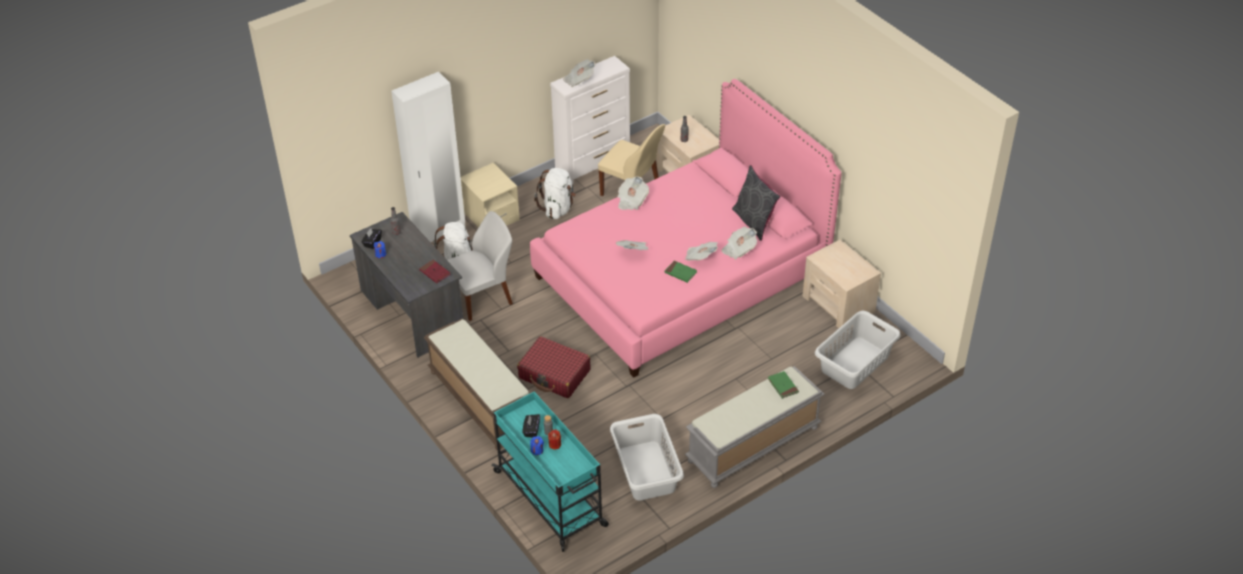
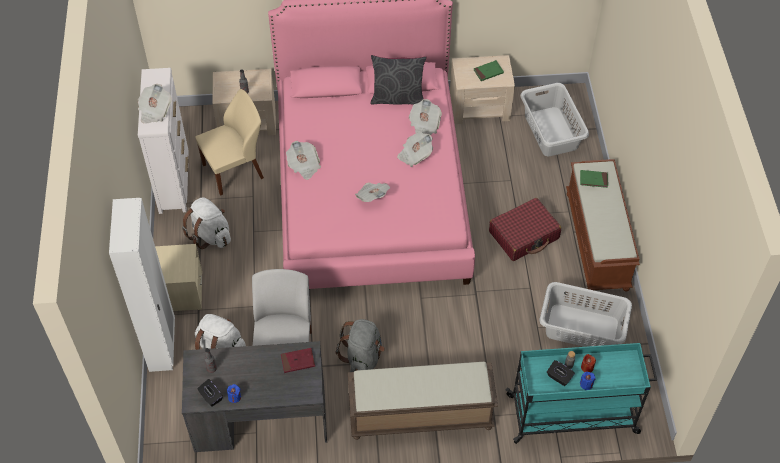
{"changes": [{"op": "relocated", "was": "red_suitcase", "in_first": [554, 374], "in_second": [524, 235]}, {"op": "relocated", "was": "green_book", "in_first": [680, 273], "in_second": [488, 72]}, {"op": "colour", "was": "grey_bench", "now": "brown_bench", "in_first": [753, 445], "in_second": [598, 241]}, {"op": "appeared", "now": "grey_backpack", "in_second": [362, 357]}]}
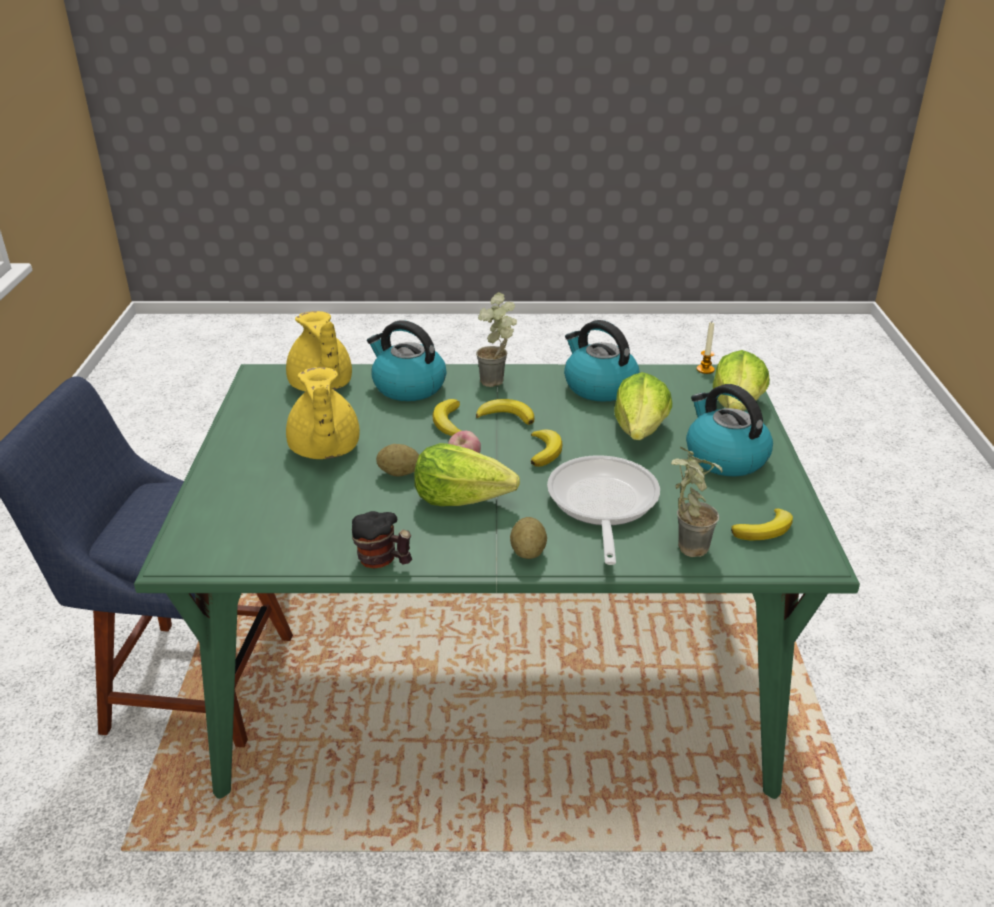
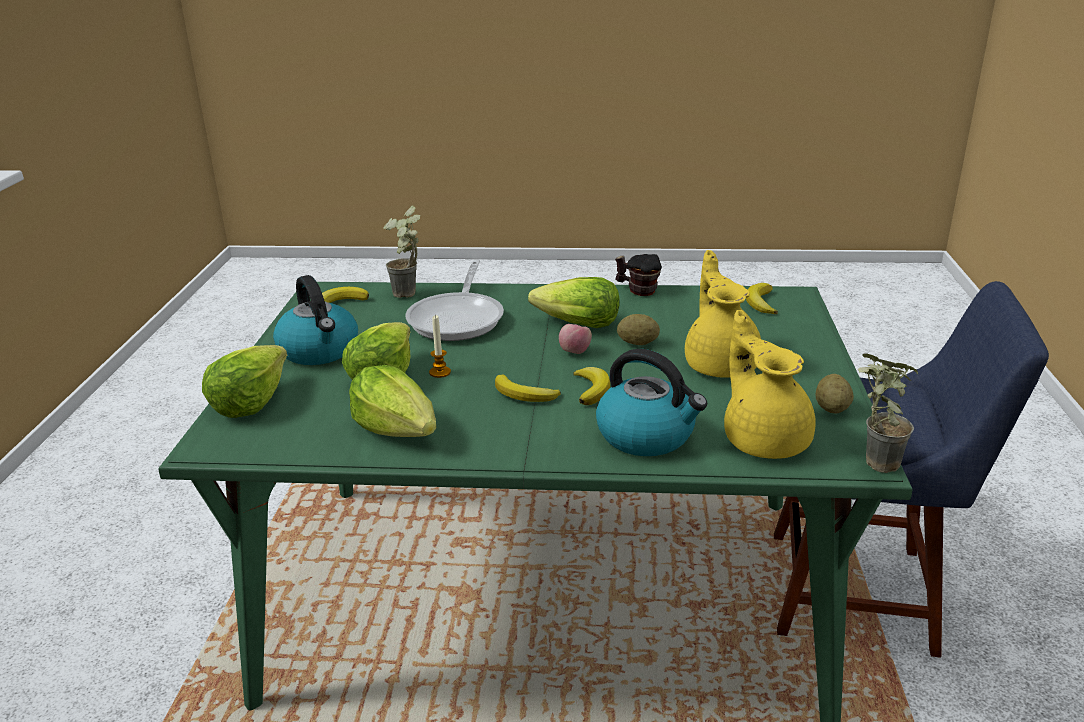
{"changes": [{"op": "relocated", "was": "potted_plant", "in_first": [498, 383], "in_second": [871, 461]}, {"op": "relocated", "was": "potato", "in_first": [528, 552], "in_second": [832, 409]}, {"op": "relocated", "was": "banana", "in_first": [545, 451], "in_second": [760, 302]}, {"op": "exchanged", "was": "kettle", "now": "lettuce", "in_first": [598, 387], "in_second": [398, 430]}, {"op": "relocated", "was": "candle", "in_first": [705, 369], "in_second": [440, 372]}]}
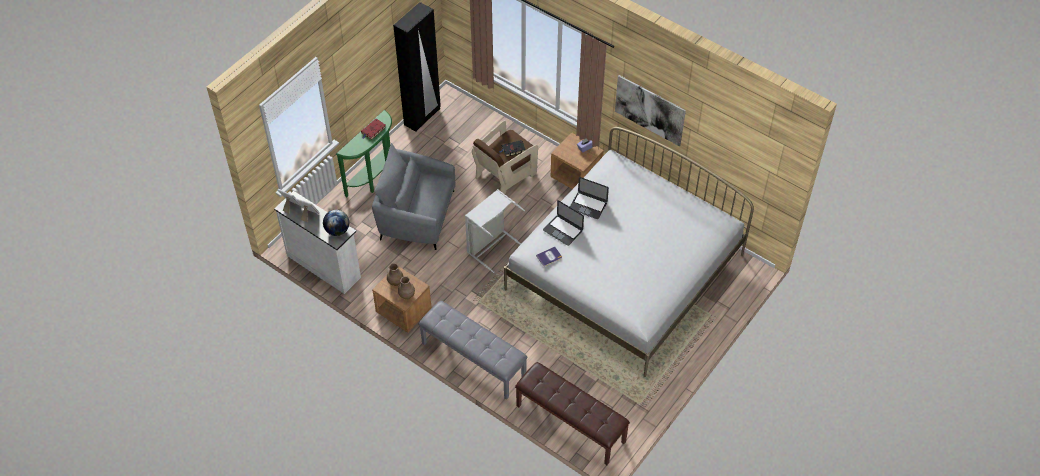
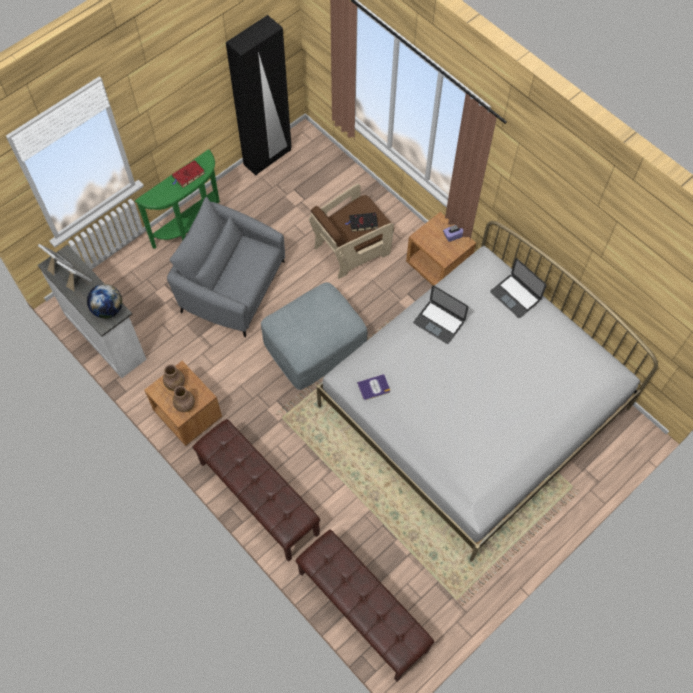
{"changes": [{"op": "colour", "was": "grey_bench", "now": "brown_bench", "in_first": [473, 360], "in_second": [258, 498]}, {"op": "exchanged", "was": "grey_laundry_basket", "now": "grey_ottoman", "in_first": [491, 246], "in_second": [314, 344]}, {"op": "relocated", "was": "laptop", "in_first": [563, 230], "in_second": [515, 296]}, {"op": "missing", "was": "picture", "in_first": [649, 110]}]}
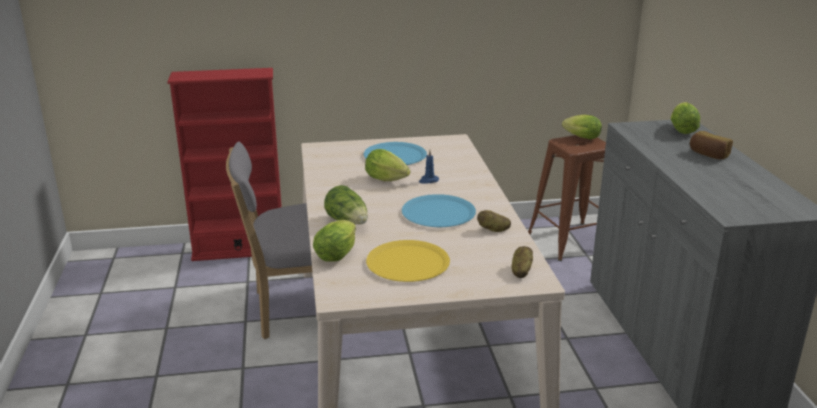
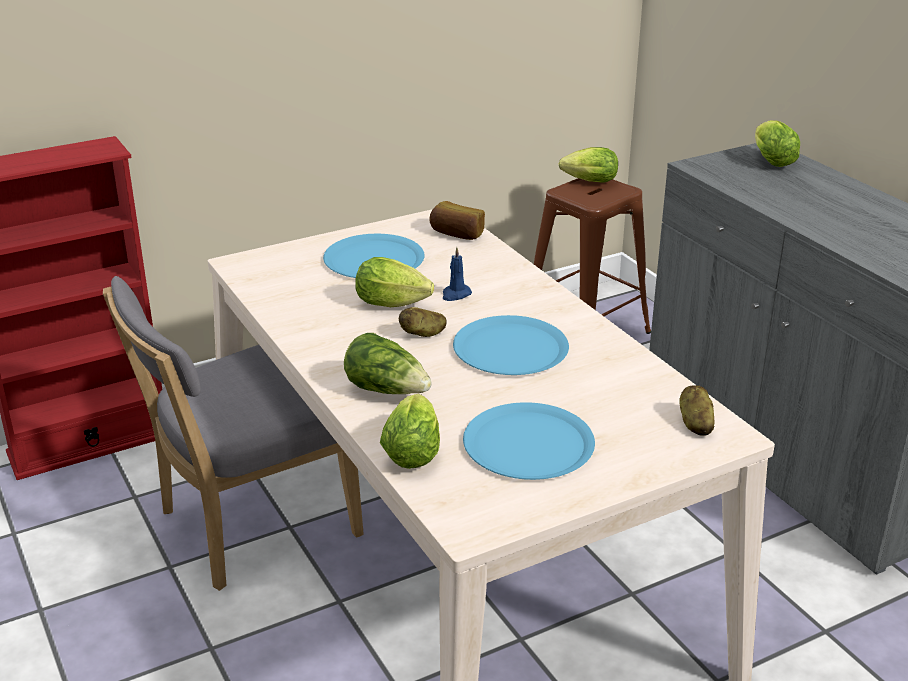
{"changes": [{"op": "colour", "was": "yellow_plate", "now": "blue_plate", "in_first": [408, 263], "in_second": [528, 444]}, {"op": "relocated", "was": "potato", "in_first": [493, 230], "in_second": [423, 334]}, {"op": "relocated", "was": "bread", "in_first": [708, 154], "in_second": [456, 234]}]}
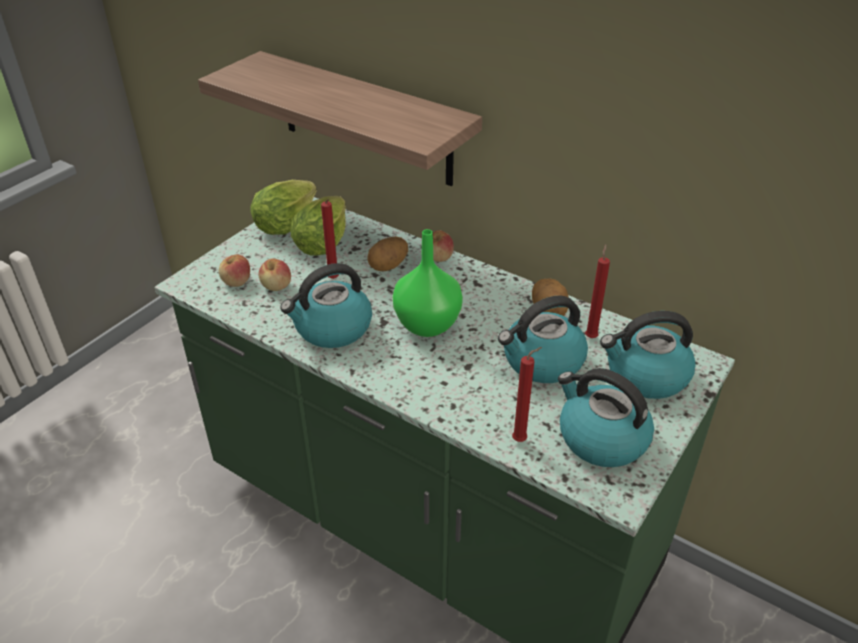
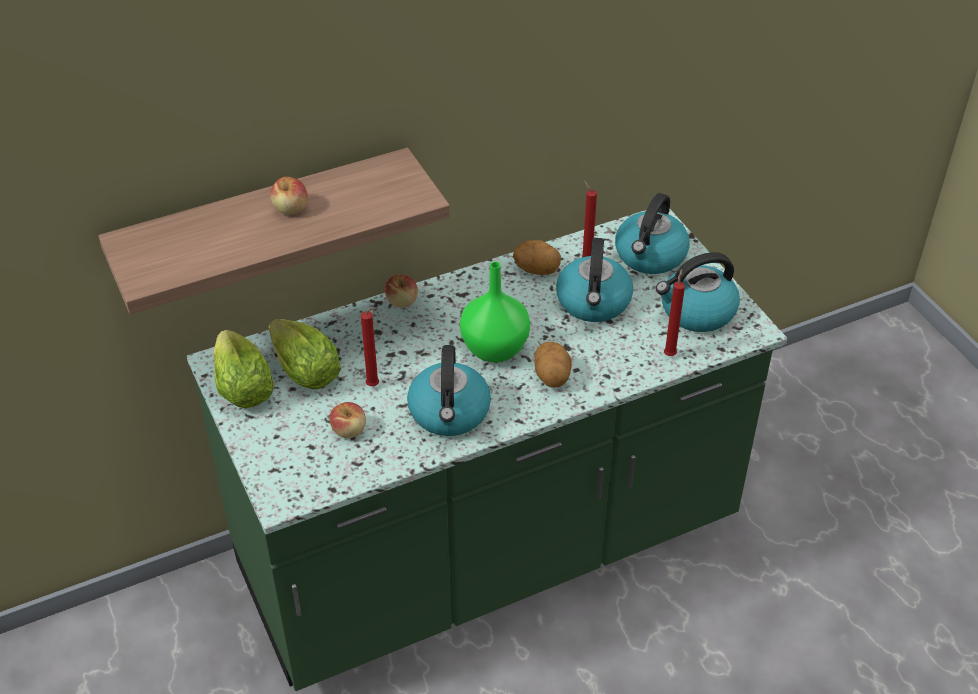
{"changes": [{"op": "relocated", "was": "apple", "in_first": [236, 281], "in_second": [291, 208]}, {"op": "relocated", "was": "potato", "in_first": [389, 266], "in_second": [552, 377]}]}
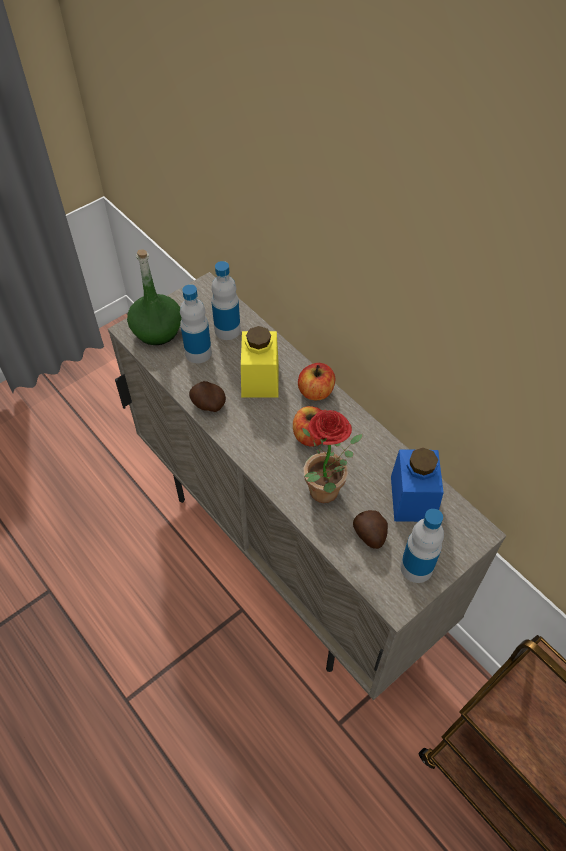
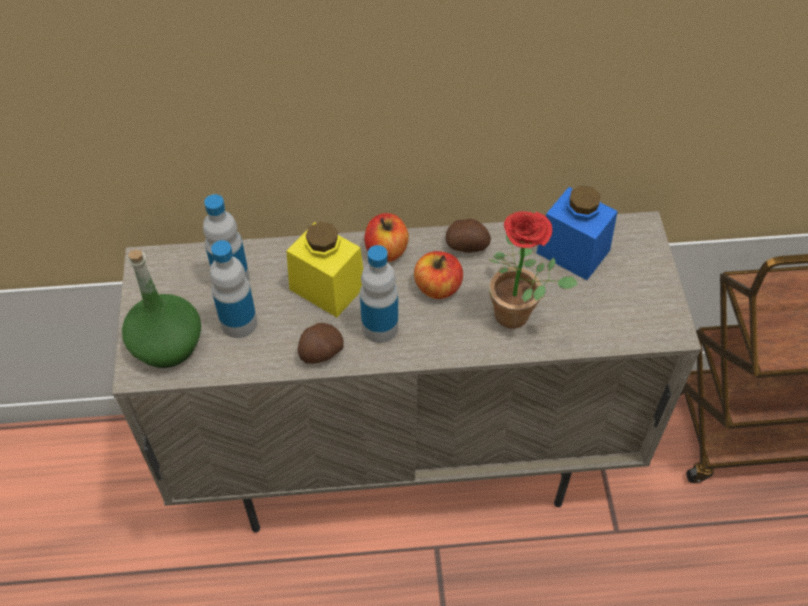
{"changes": [{"op": "relocated", "was": "potato", "in_first": [370, 535], "in_second": [467, 246]}, {"op": "relocated", "was": "bottle", "in_first": [416, 567], "in_second": [380, 327]}]}
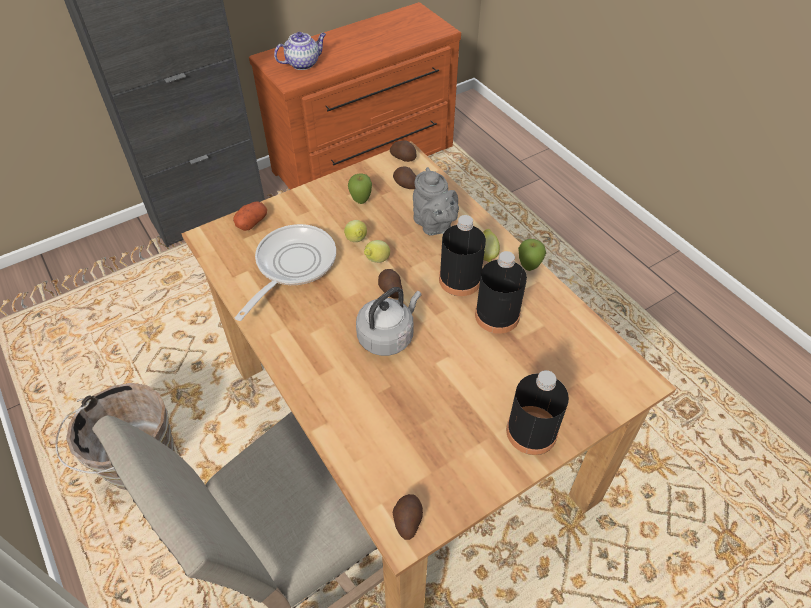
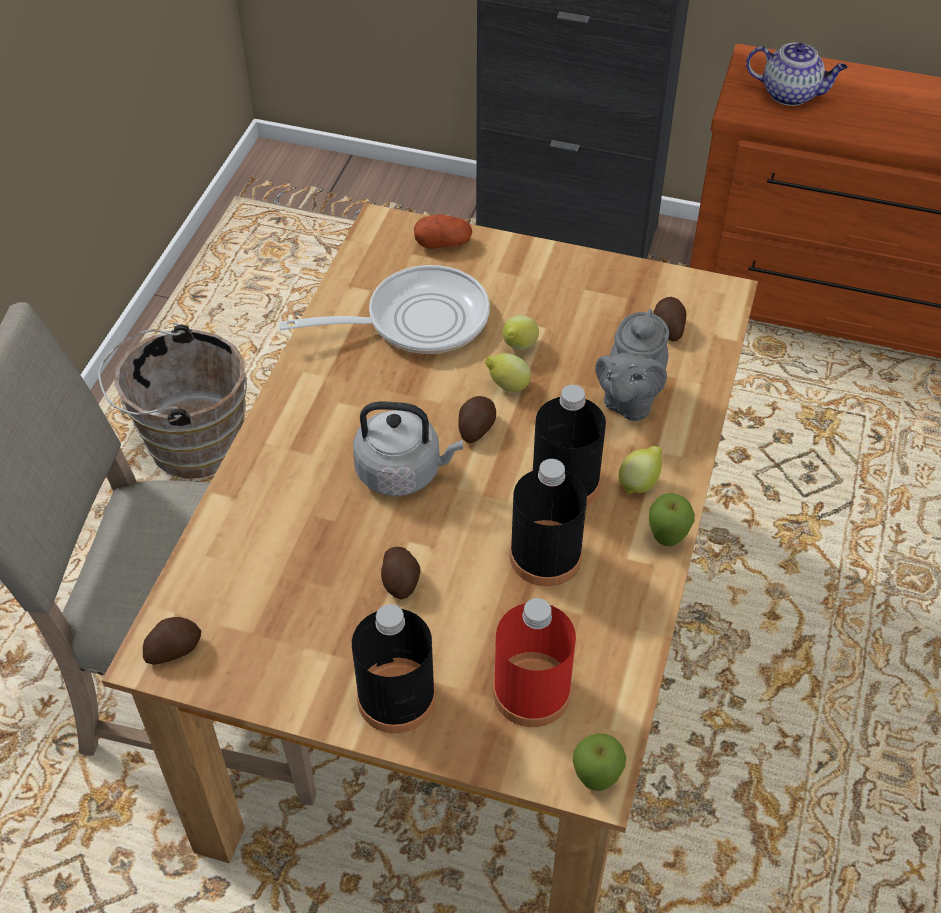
{"changes": [{"op": "relocated", "was": "apple", "in_first": [361, 201], "in_second": [596, 780]}, {"op": "relocated", "was": "potato", "in_first": [403, 157], "in_second": [401, 580]}, {"op": "appeared", "now": "red_bottle", "in_second": [531, 692]}]}
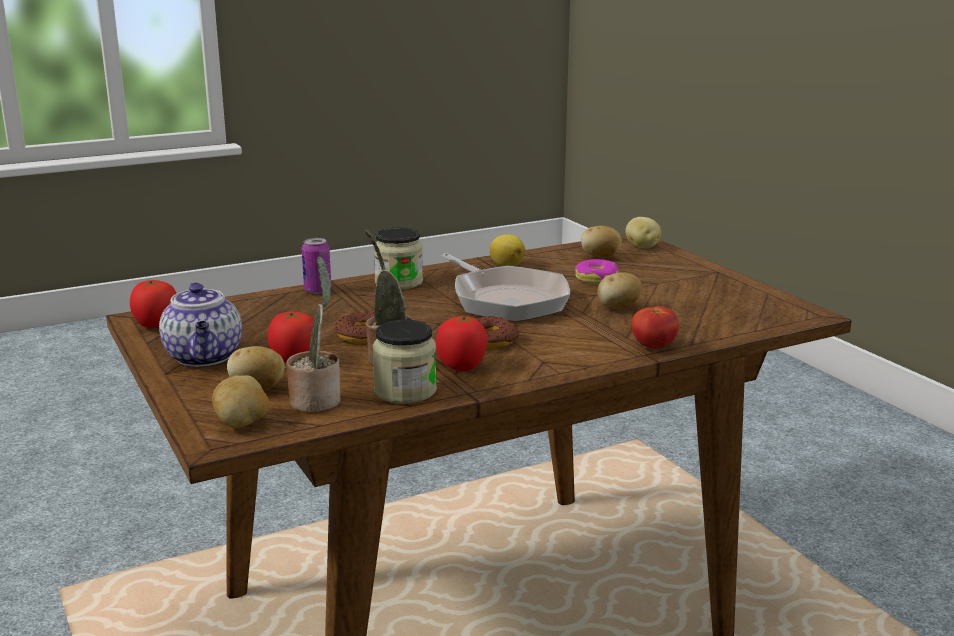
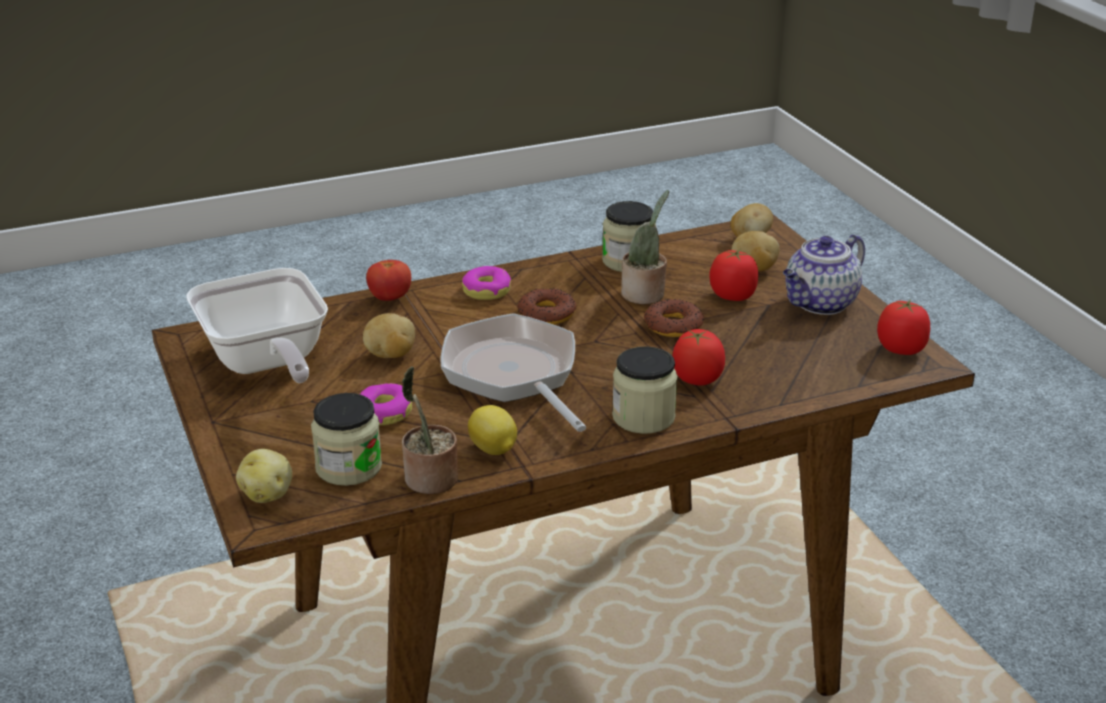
{"changes": [{"op": "spun", "was": "teapot", "in_first": [205, 357], "in_second": [820, 304], "clockwise": -120}, {"op": "relocated", "was": "potted_plant", "in_first": [317, 400], "in_second": [429, 481]}, {"op": "missing", "was": "can", "in_first": [317, 290]}, {"op": "relocated", "was": "tomato", "in_first": [462, 367], "in_second": [697, 379]}, {"op": "exchanged", "was": "potato", "now": "jar", "in_first": [600, 257], "in_second": [348, 467]}, {"op": "appeared", "now": "frying_pan", "in_second": [265, 364]}, {"op": "appeared", "now": "donut", "in_second": [486, 290]}]}
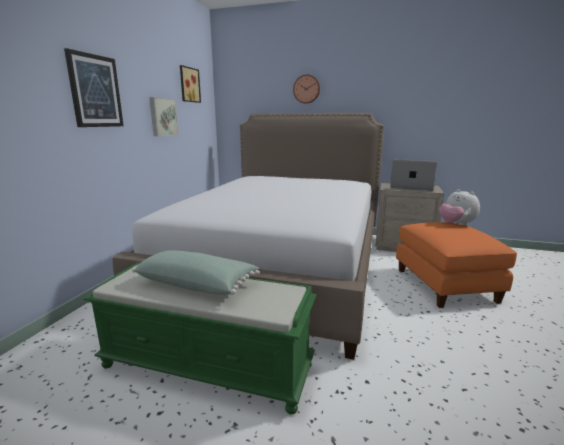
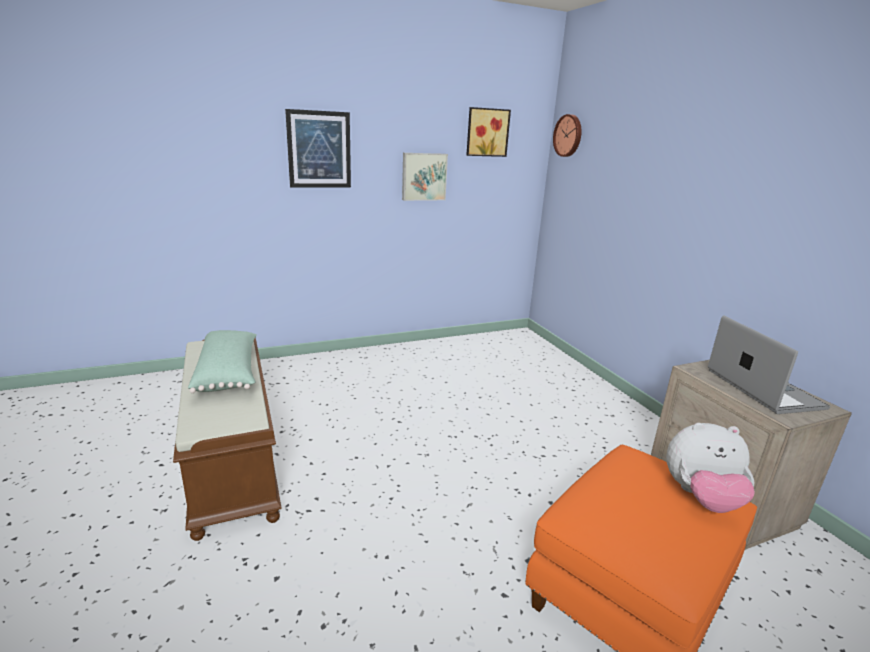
{"changes": [{"op": "colour", "was": "green_bench", "now": "brown_bench", "in_first": [208, 365], "in_second": [234, 458]}, {"op": "missing", "was": "bed", "in_first": [280, 266]}, {"op": "relocated", "was": "wall_clock", "in_first": [306, 89], "in_second": [568, 135]}, {"op": "spun", "was": "plush_toy", "in_first": [456, 224], "in_second": [701, 498], "clockwise": -105}]}
